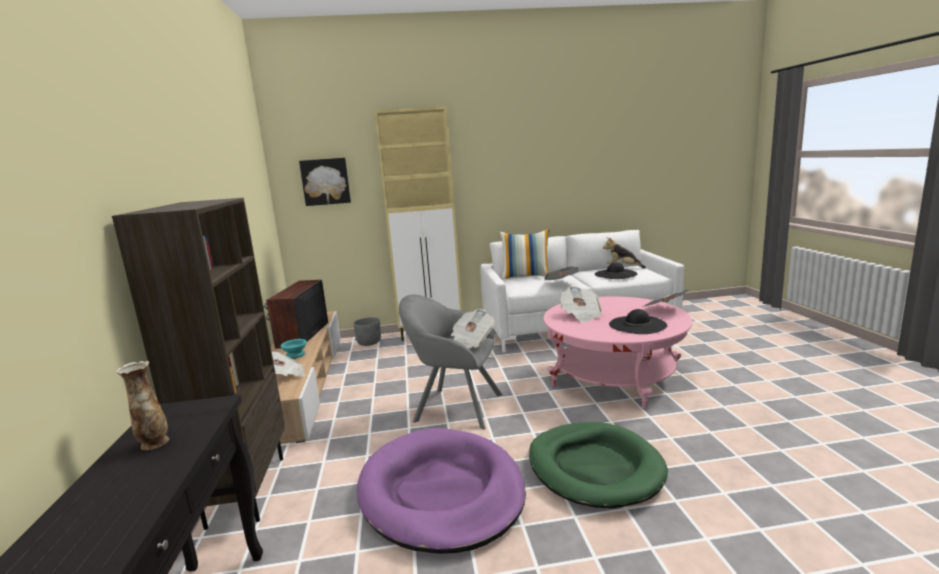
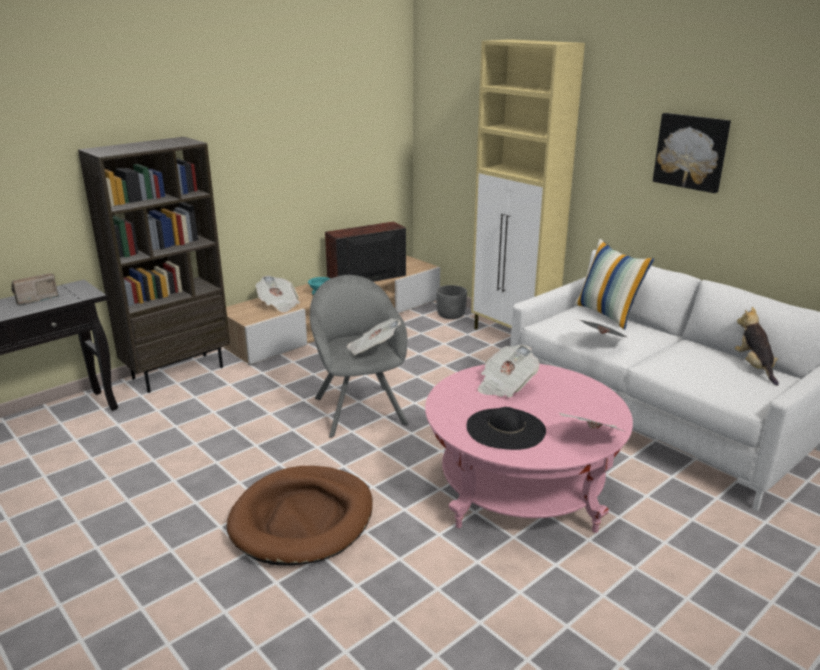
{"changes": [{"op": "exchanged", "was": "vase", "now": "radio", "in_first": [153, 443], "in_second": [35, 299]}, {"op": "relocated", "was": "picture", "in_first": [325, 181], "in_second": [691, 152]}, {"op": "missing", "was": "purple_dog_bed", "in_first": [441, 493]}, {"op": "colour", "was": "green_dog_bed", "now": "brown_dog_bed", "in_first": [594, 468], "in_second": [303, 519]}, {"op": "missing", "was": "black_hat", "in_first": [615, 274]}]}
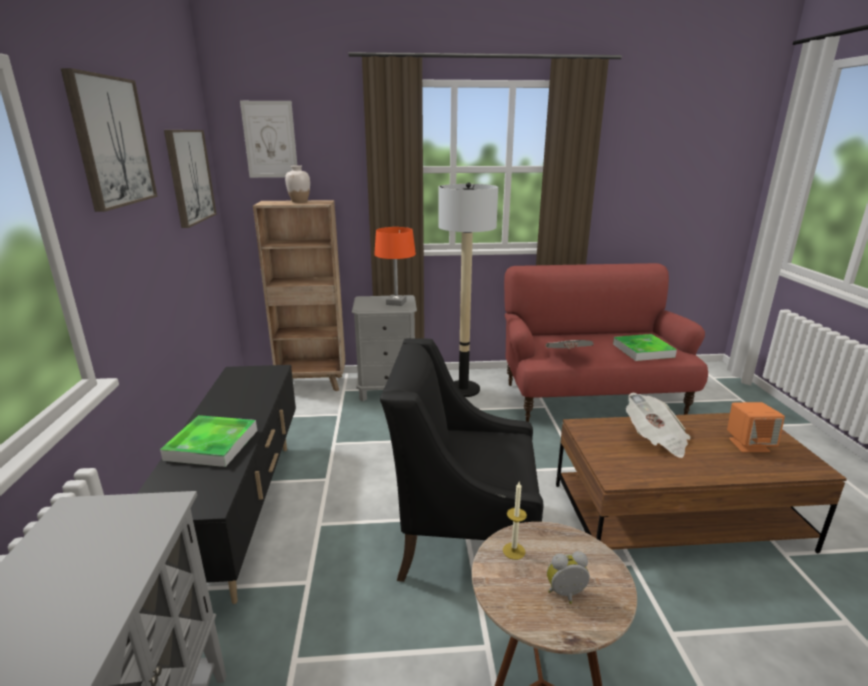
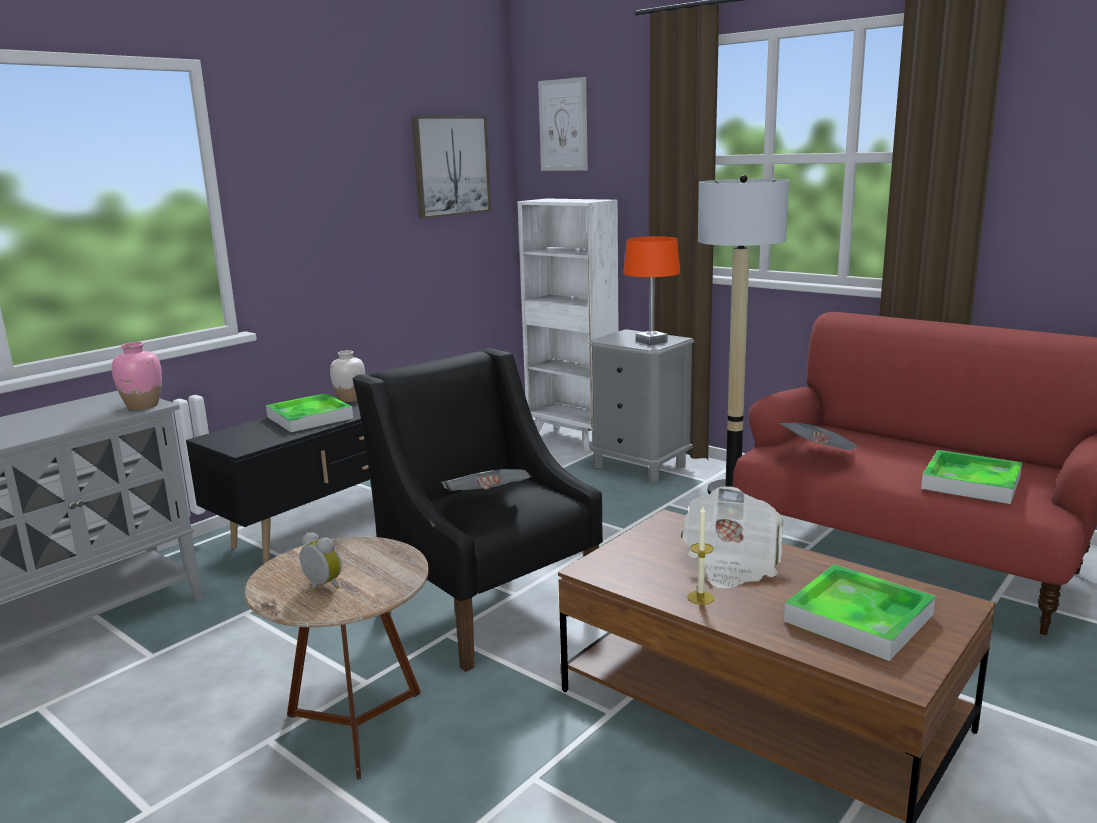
{"changes": [{"op": "missing", "was": "picture", "in_first": [111, 142]}, {"op": "colour", "was": "brown_bookcase", "now": "white_bookcase", "in_first": [313, 384], "in_second": [572, 438]}, {"op": "relocated", "was": "white_vase", "in_first": [299, 201], "in_second": [350, 399]}, {"op": "relocated", "was": "candle", "in_first": [514, 551], "in_second": [700, 597]}, {"op": "exchanged", "was": "orange_speaker", "now": "tray", "in_first": [748, 445], "in_second": [858, 618]}, {"op": "appeared", "now": "pink_vase", "in_second": [143, 406]}, {"op": "appeared", "now": "newspaper", "in_second": [487, 504]}]}
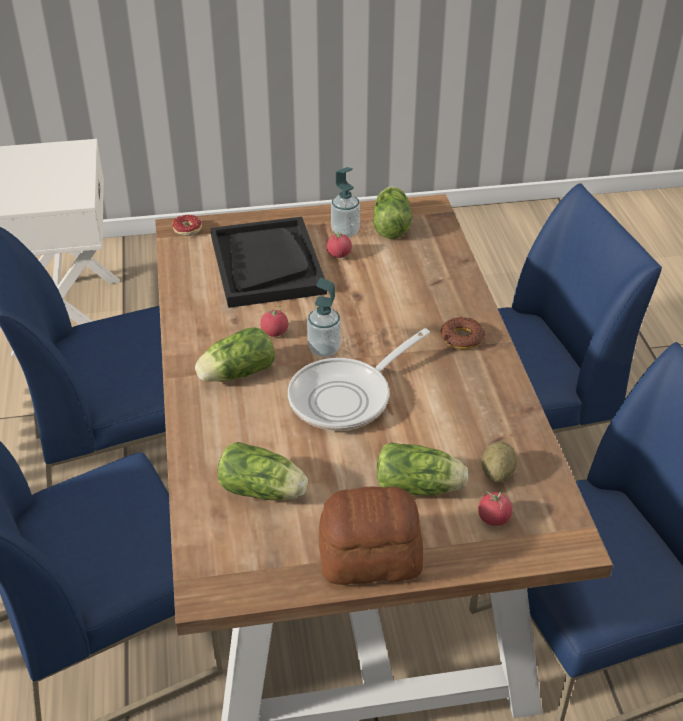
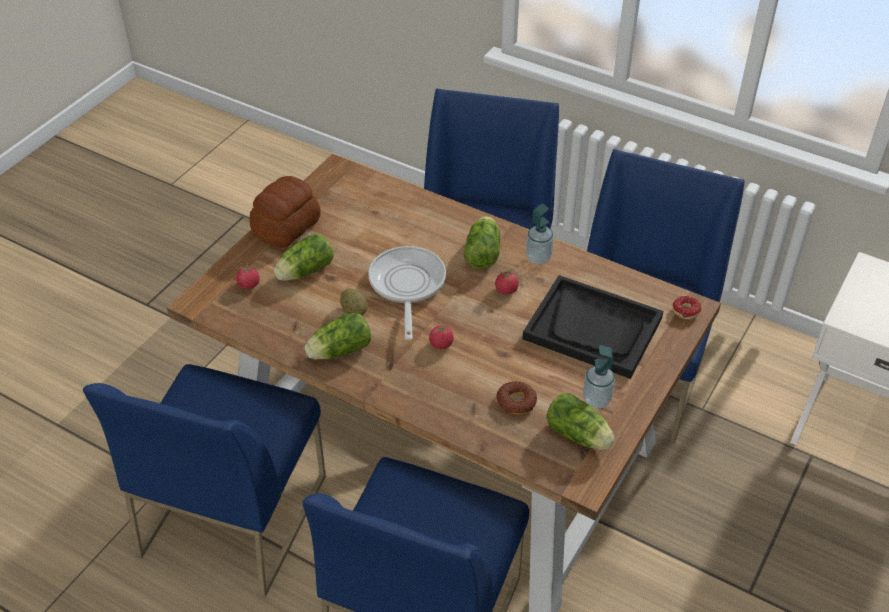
{"changes": [{"op": "relocated", "was": "lettuce", "in_first": [264, 491], "in_second": [337, 351]}, {"op": "relocated", "was": "soap_dispenser", "in_first": [324, 349], "in_second": [538, 258]}, {"op": "relocated", "was": "tomato", "in_first": [339, 255], "in_second": [441, 344]}, {"op": "relocated", "was": "donut", "in_first": [462, 338], "in_second": [516, 401]}, {"op": "relocated", "was": "potato", "in_first": [497, 473], "in_second": [354, 311]}]}
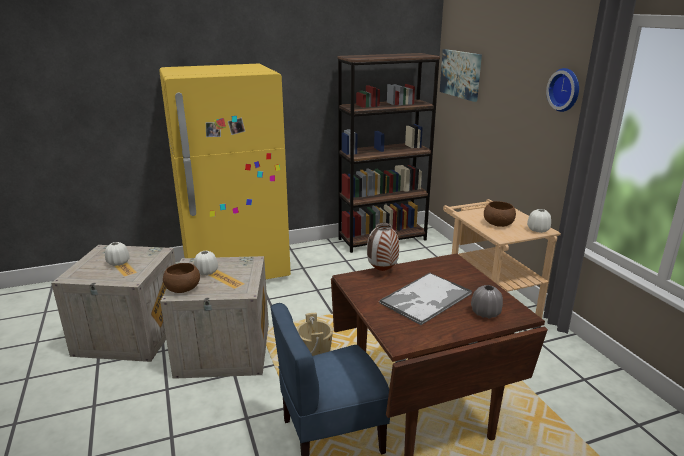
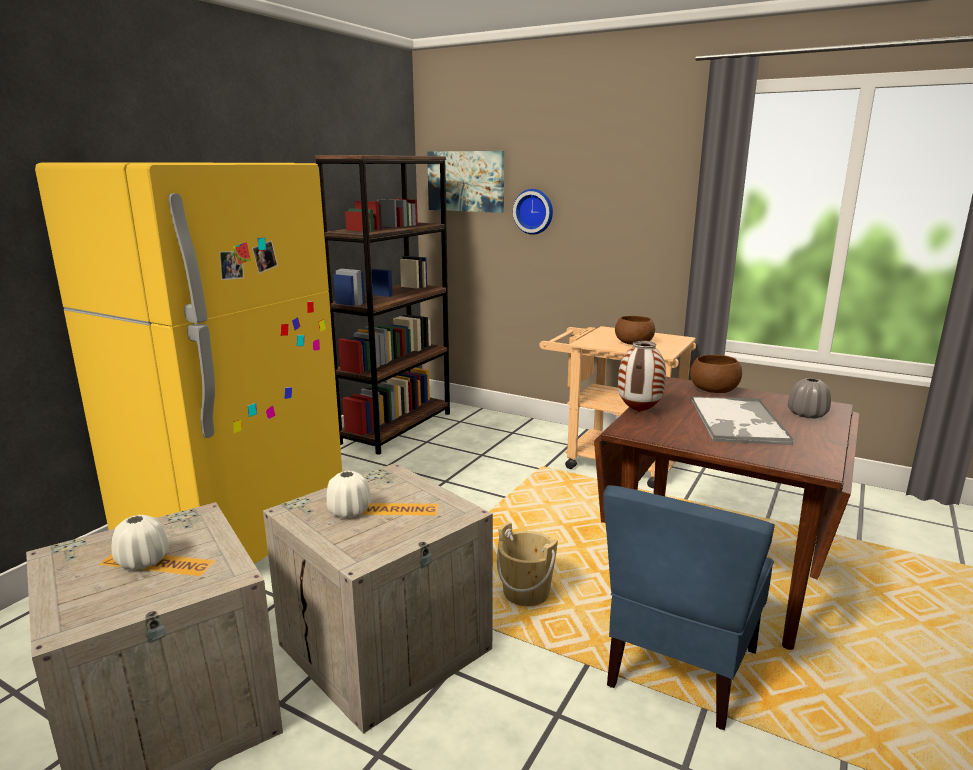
{"changes": [{"op": "relocated", "was": "brown_bowl", "in_first": [183, 288], "in_second": [713, 390]}, {"op": "missing", "was": "white_vase", "in_first": [538, 230]}, {"op": "relocated", "was": "wall_clock", "in_first": [565, 89], "in_second": [534, 211]}]}
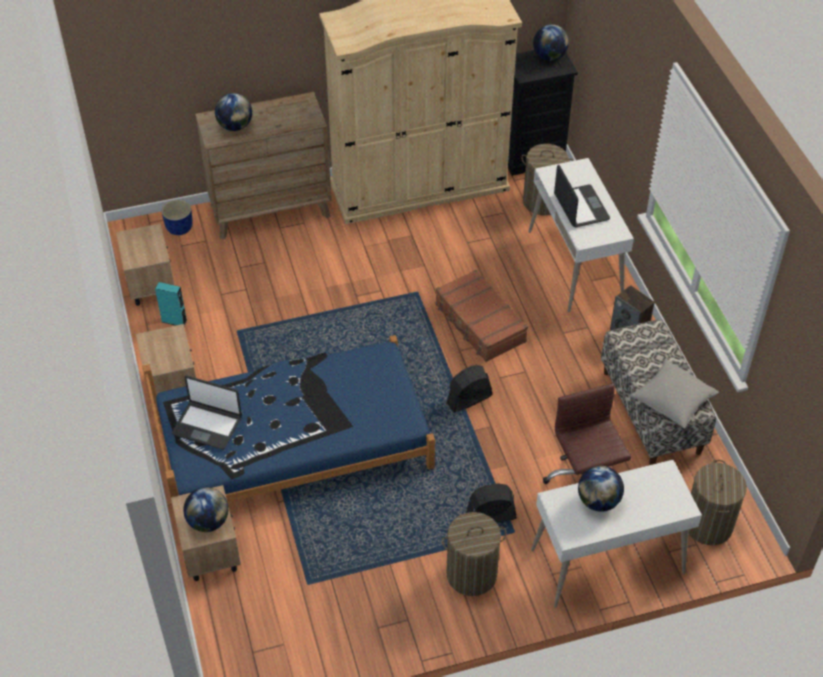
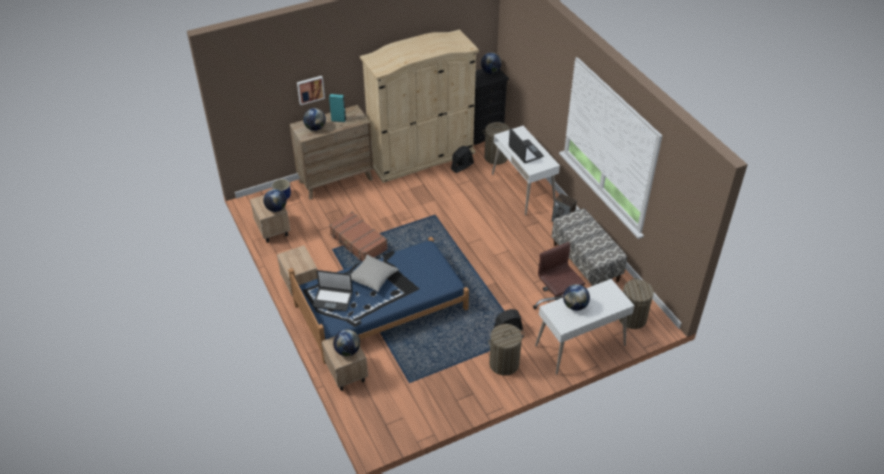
{"changes": [{"op": "relocated", "was": "turquoise_speaker", "in_first": [174, 321], "in_second": [338, 120]}, {"op": "relocated", "was": "brown_suitcase", "in_first": [479, 323], "in_second": [358, 242]}, {"op": "relocated", "was": "black_fan", "in_first": [469, 399], "in_second": [462, 166]}, {"op": "relocated", "was": "grey_pillow", "in_first": [672, 400], "in_second": [372, 278]}, {"op": "appeared", "now": "globe", "in_second": [276, 208]}, {"op": "appeared", "now": "picture", "in_second": [310, 89]}]}
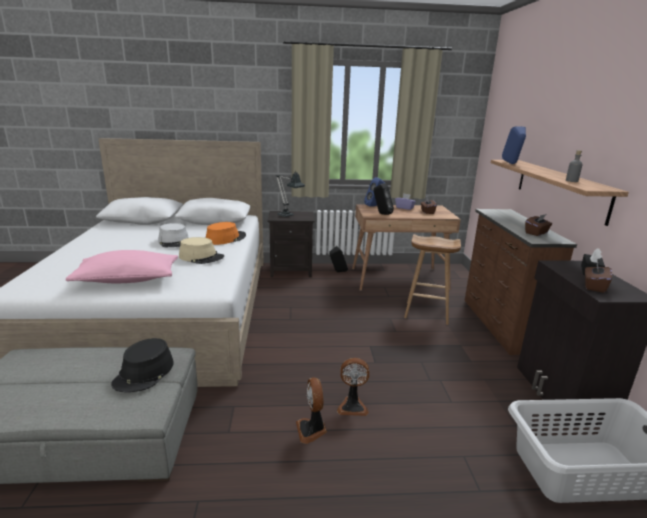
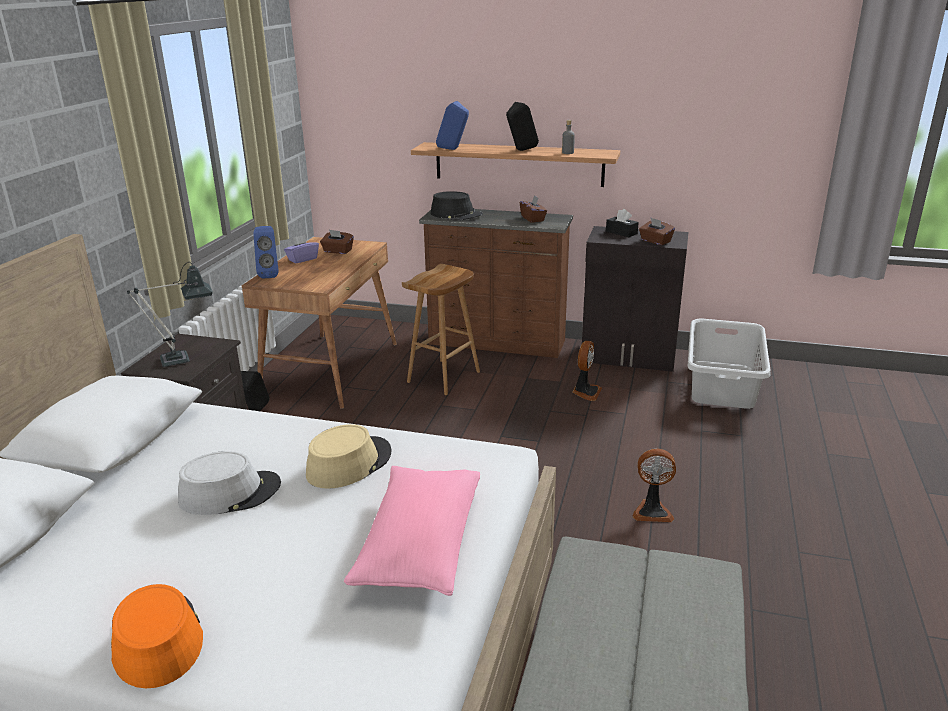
{"changes": [{"op": "relocated", "was": "black_hat", "in_first": [144, 373], "in_second": [456, 214]}, {"op": "relocated", "was": "orange_hat", "in_first": [225, 238], "in_second": [156, 639]}, {"op": "relocated", "was": "fan", "in_first": [352, 406], "in_second": [586, 392]}, {"op": "relocated", "was": "black_speaker", "in_first": [381, 214], "in_second": [520, 150]}]}
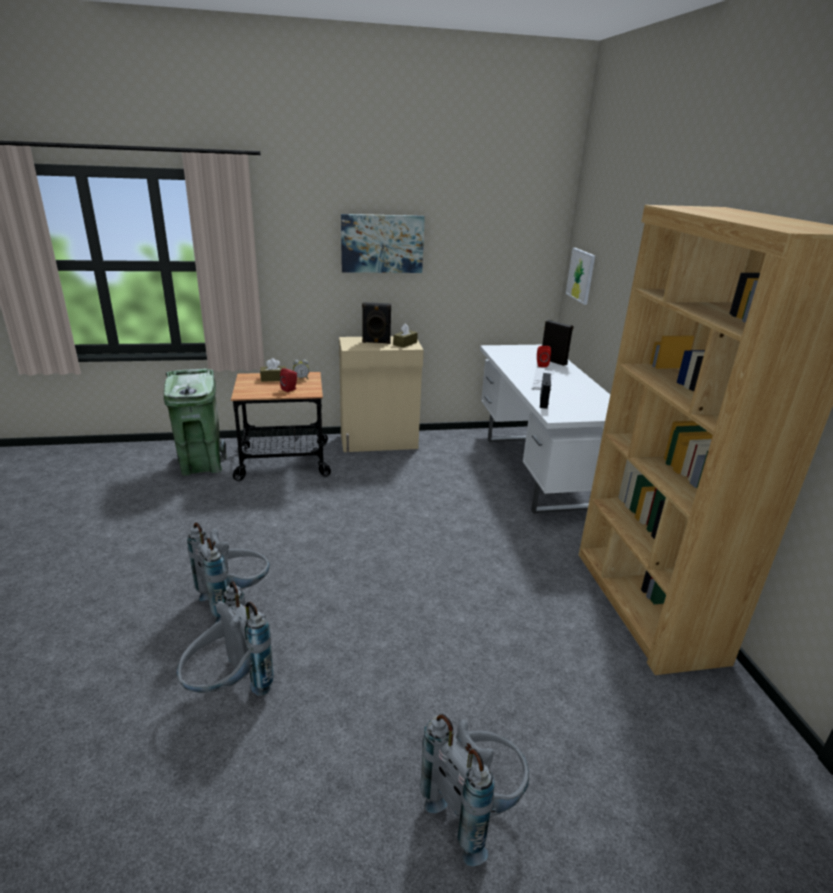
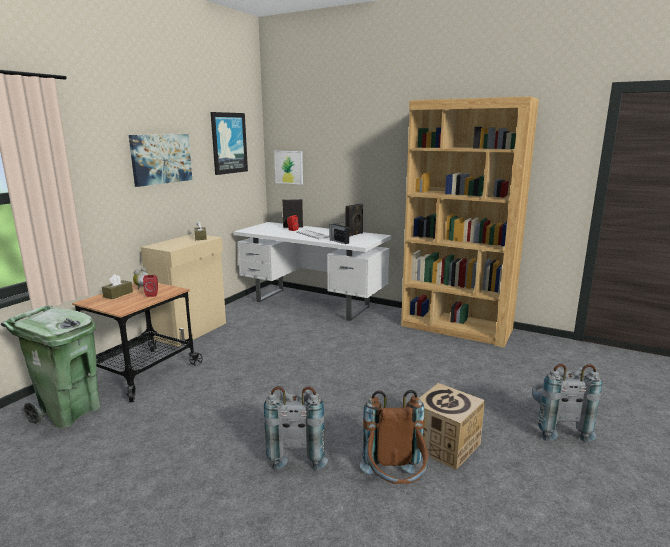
{"changes": [{"op": "colour", "was": "grey_backpack", "now": "brown_backpack", "in_first": [228, 689], "in_second": [395, 485]}, {"op": "relocated", "was": "black_speaker", "in_first": [376, 342], "in_second": [354, 234]}, {"op": "appeared", "now": "picture", "in_second": [228, 143]}, {"op": "appeared", "now": "cardboard_box", "in_second": [445, 446]}]}
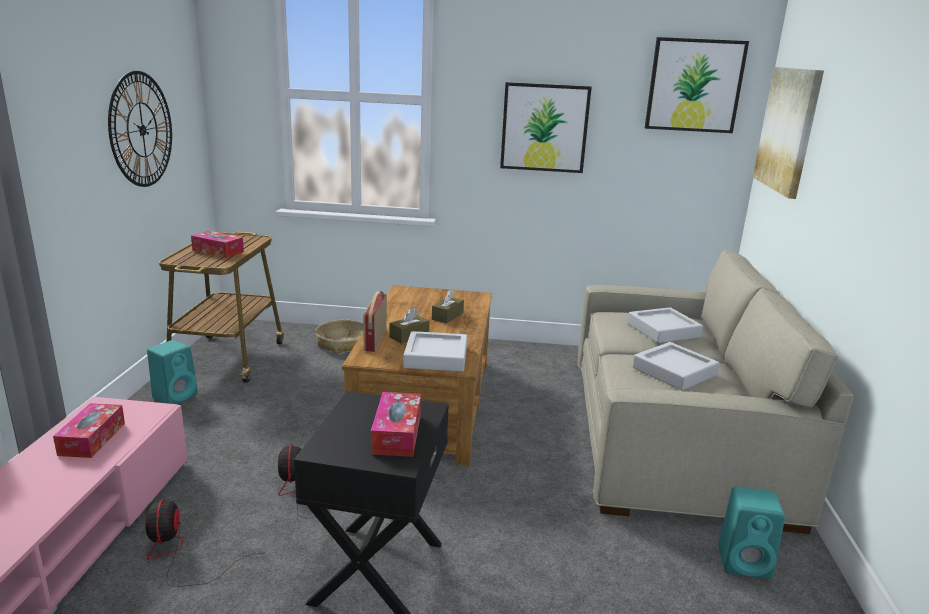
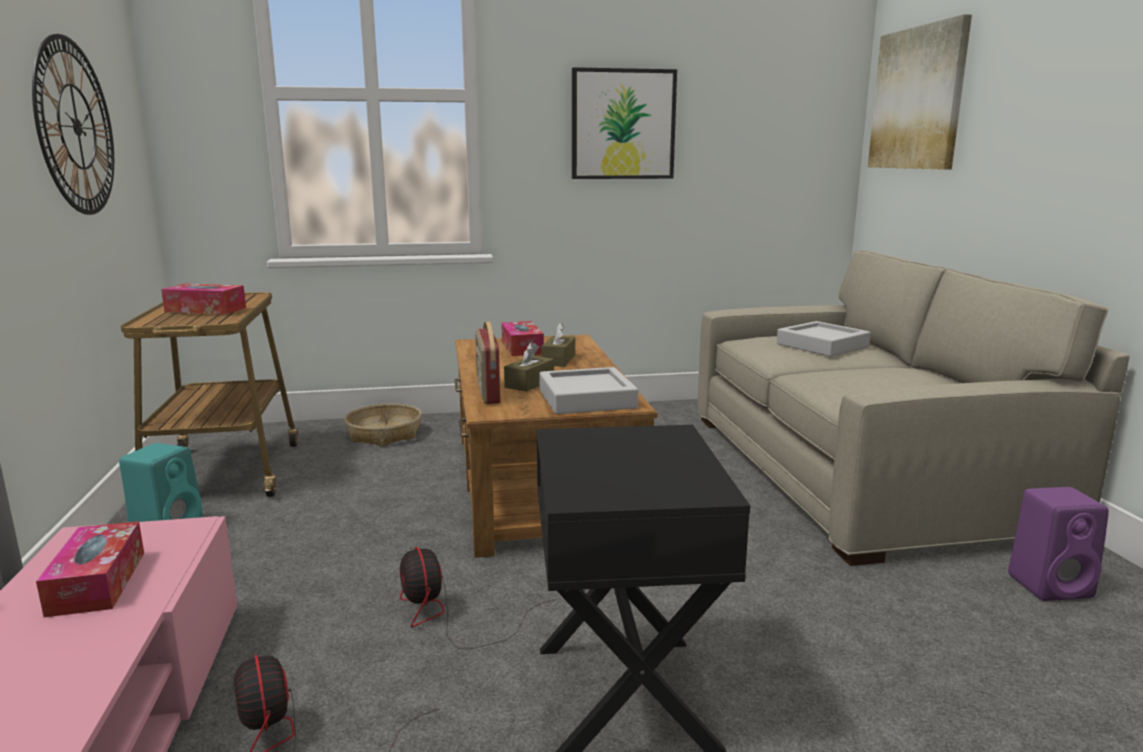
{"changes": [{"op": "relocated", "was": "tissue_box", "in_first": [397, 434], "in_second": [522, 348]}, {"op": "missing", "was": "grey_tray", "in_first": [674, 371]}, {"op": "missing", "was": "picture", "in_first": [694, 85]}, {"op": "colour", "was": "turquoise_speaker", "now": "purple_speaker", "in_first": [745, 562], "in_second": [1051, 585]}]}
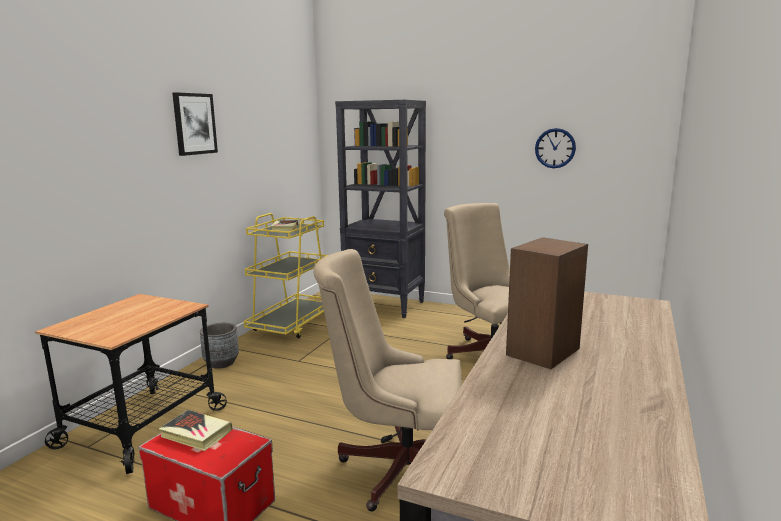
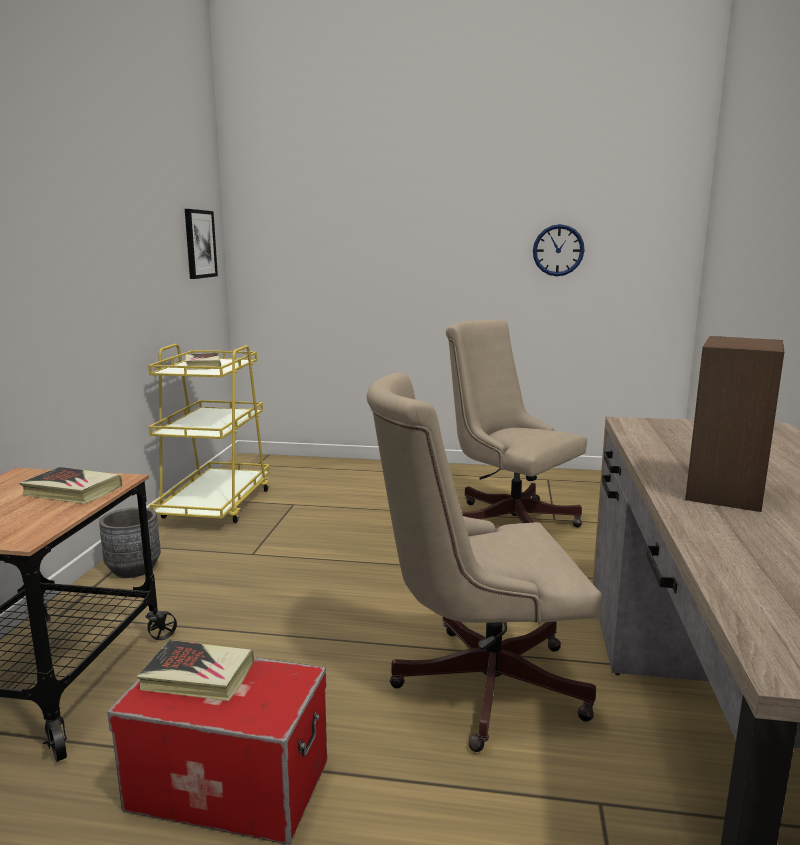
{"changes": [{"op": "relocated", "was": "picture", "in_first": [194, 124], "in_second": [199, 244]}, {"op": "missing", "was": "black_bookcase", "in_first": [385, 306]}, {"op": "appeared", "now": "book", "in_second": [72, 491]}]}
